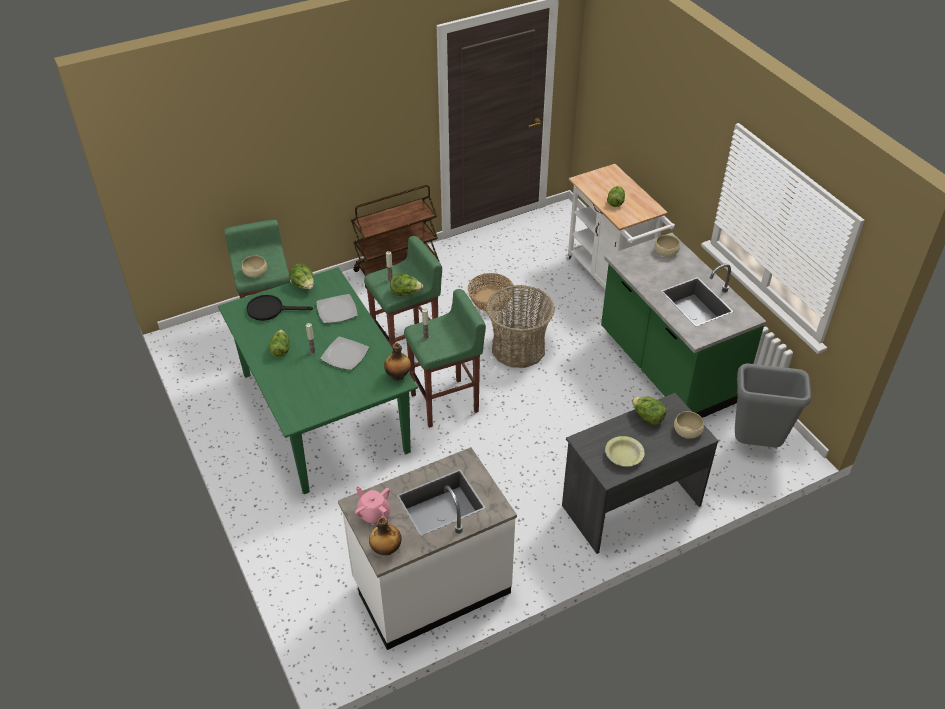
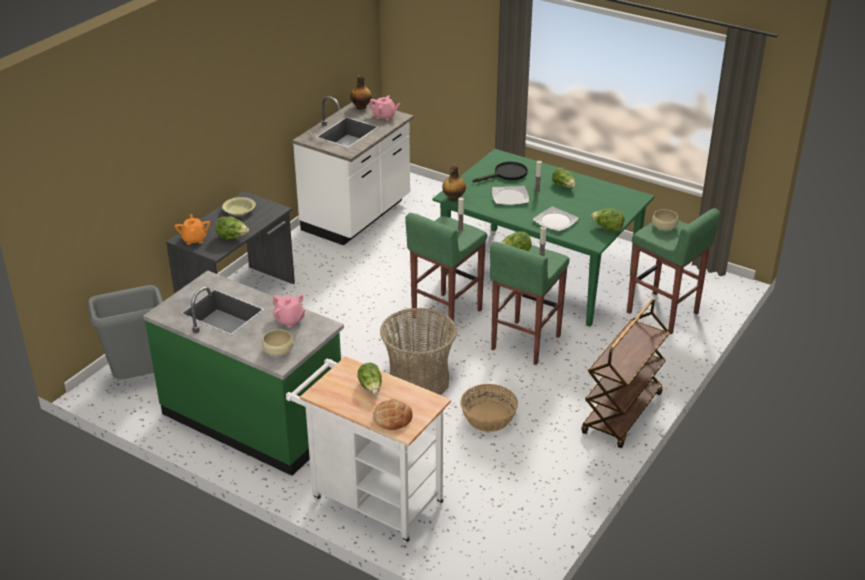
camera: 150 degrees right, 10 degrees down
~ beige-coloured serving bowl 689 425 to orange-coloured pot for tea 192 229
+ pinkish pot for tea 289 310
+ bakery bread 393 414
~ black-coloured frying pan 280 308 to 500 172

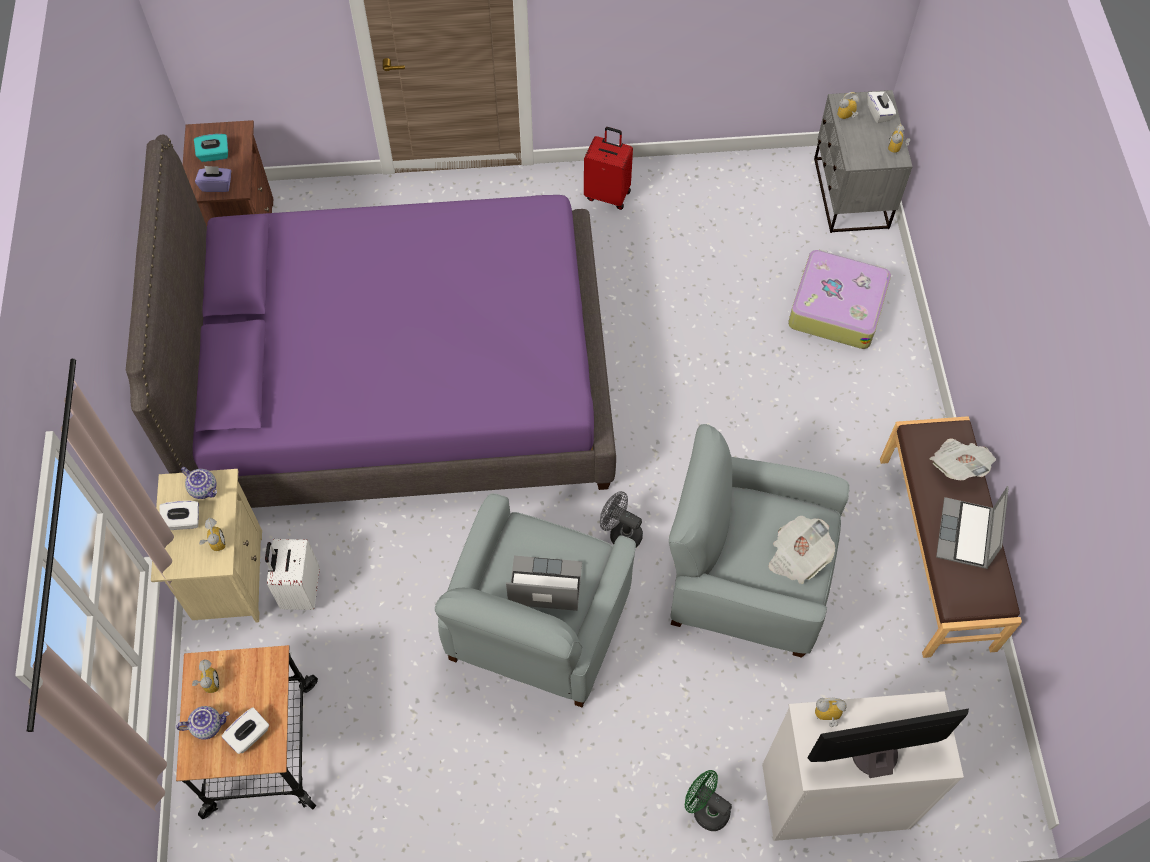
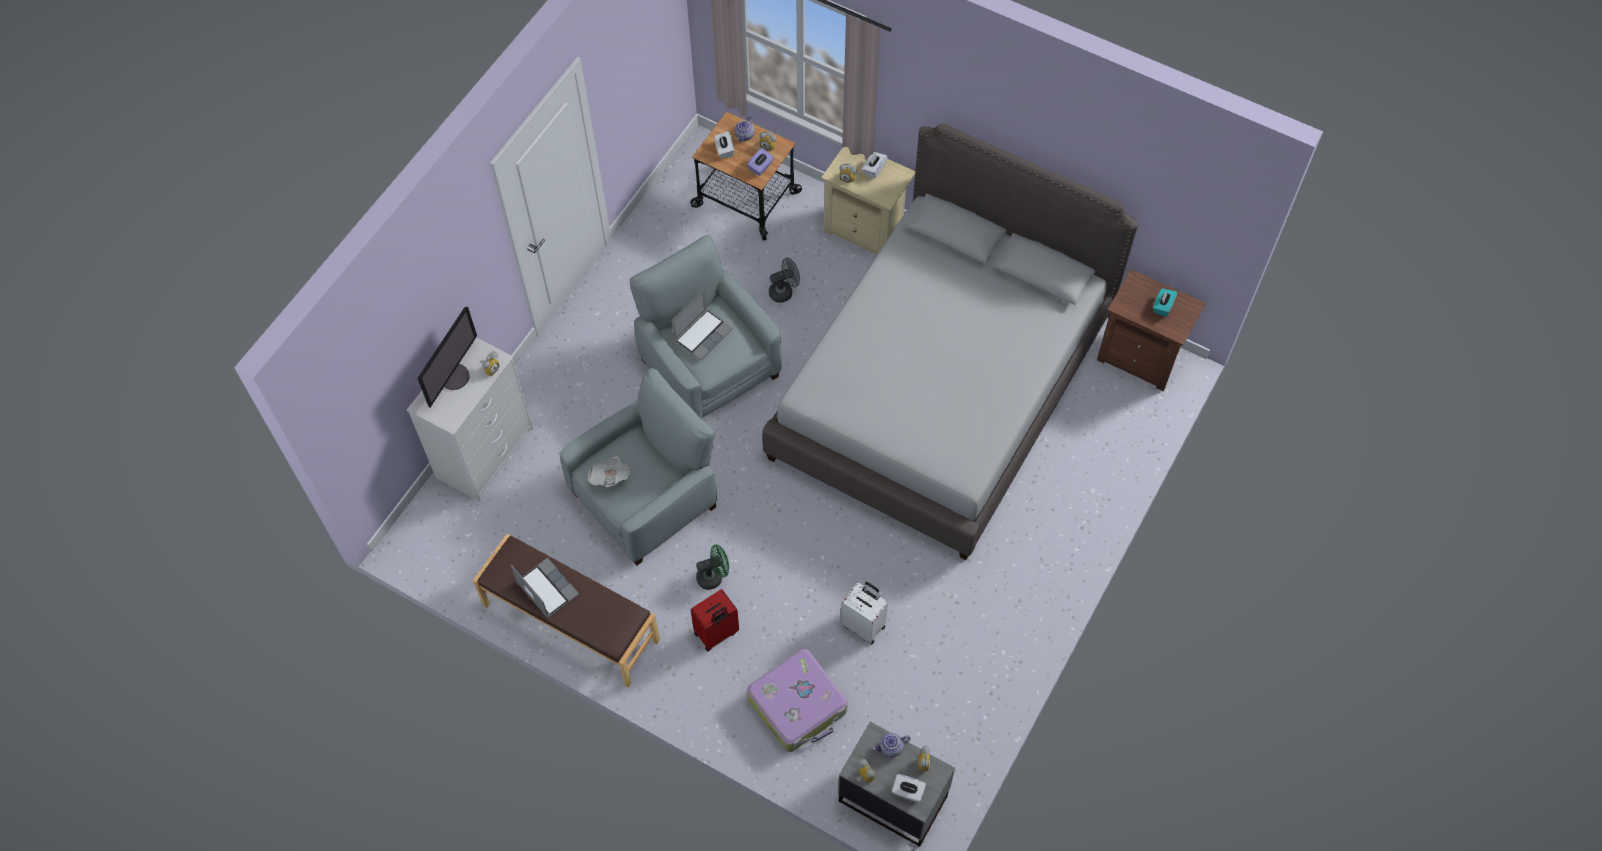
camera: 125 degrees right, 0 degrees up
~ red piece of luggage 608 168 to 715 620
~ greenish electric fan 708 800 to 712 567
~ purplish box of tissues 213 179 to 760 162
~ purplish bed 371 321 to grey bed 950 341
~ grey electric fan 621 519 to 784 280
~ whitish piece of luggage 292 574 to 864 613
~ pot for tea 199 483 to 892 744
- daily paper 962 459

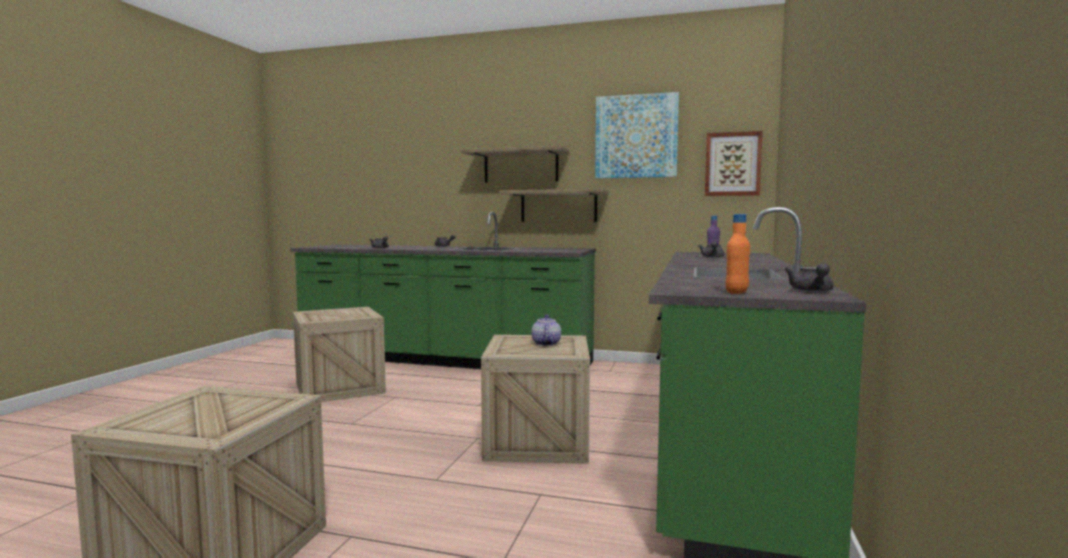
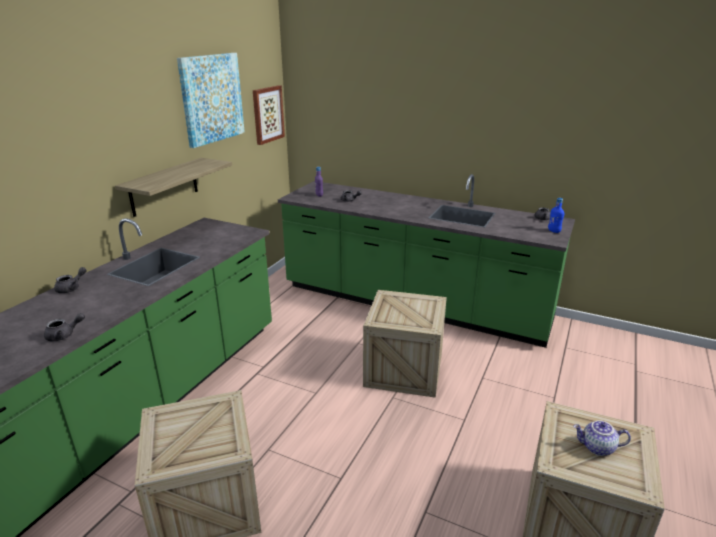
camera: 80 degrees left, 20 degrees up
~ orange-coloured drink bottle 737 254 to blue-coloured drink bottle 556 215
~ pot for tea 546 330 to 602 438
- bracket shelf 515 164

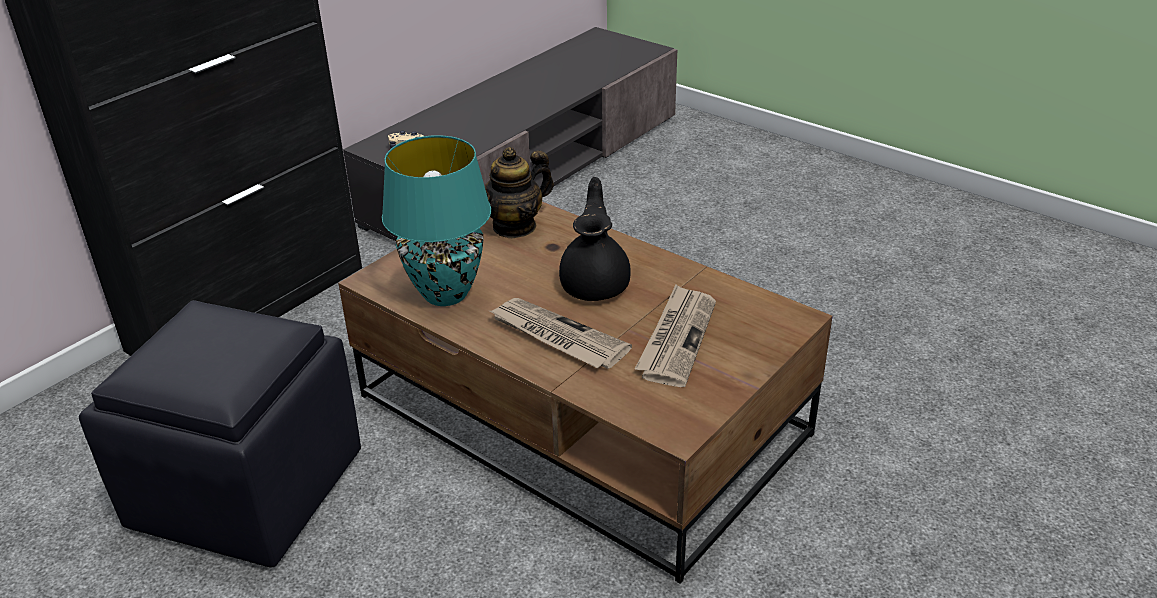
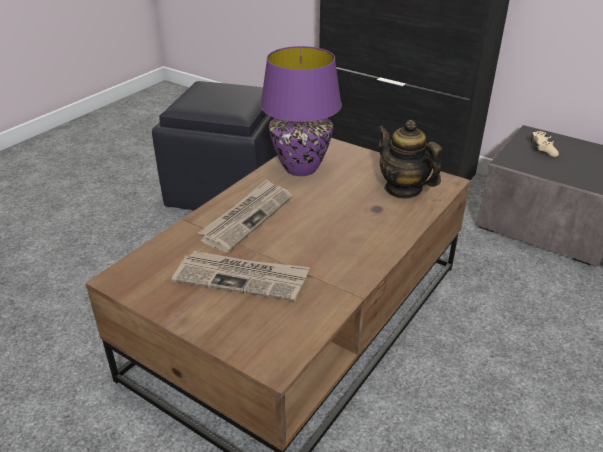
camera: 85 degrees right, 0 degrees up
~ turquoise lamp for a table 436 220 to purplish lamp for a table 301 111
- black-coloured pot for tea 595 239

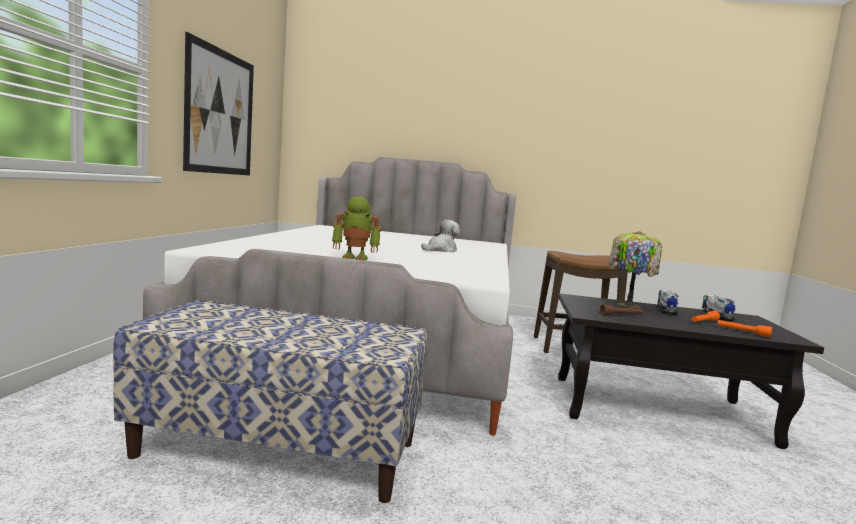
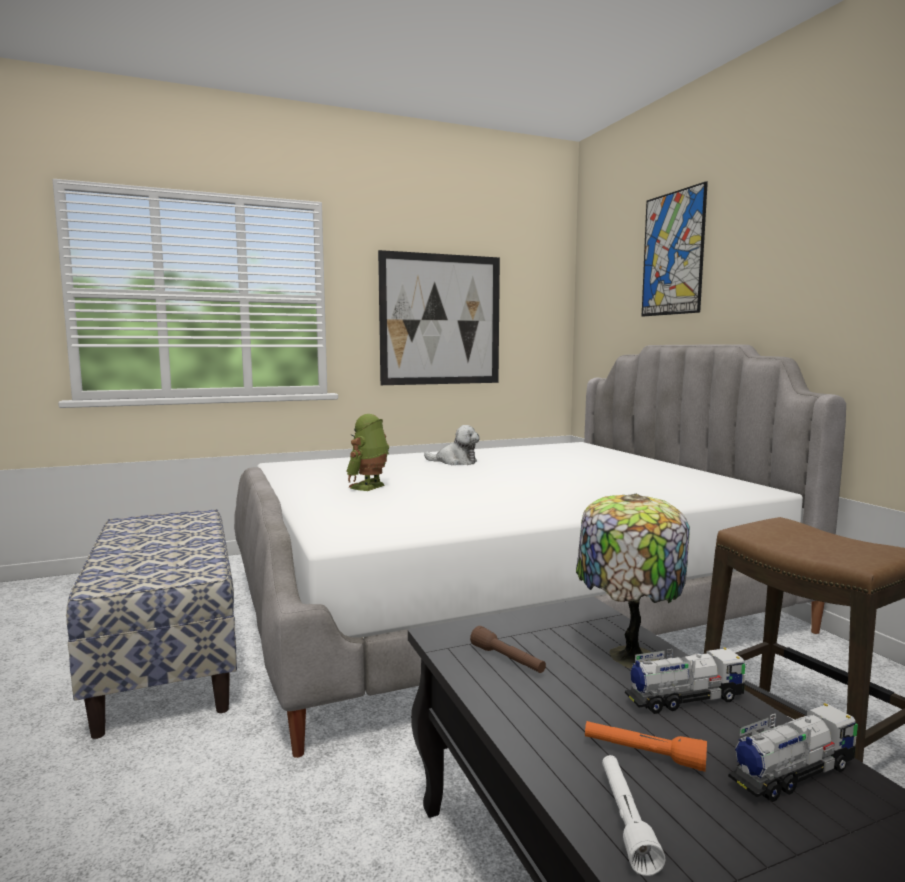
camera: 60 degrees right, 0 degrees up
~ model robot 357 228 = 367 452 60 degrees clockwise
~ plush toy 440 236 to 452 445
~ orange-coloured flashlight 744 329 to whitish flashlight 634 815
+ wall picture 675 249

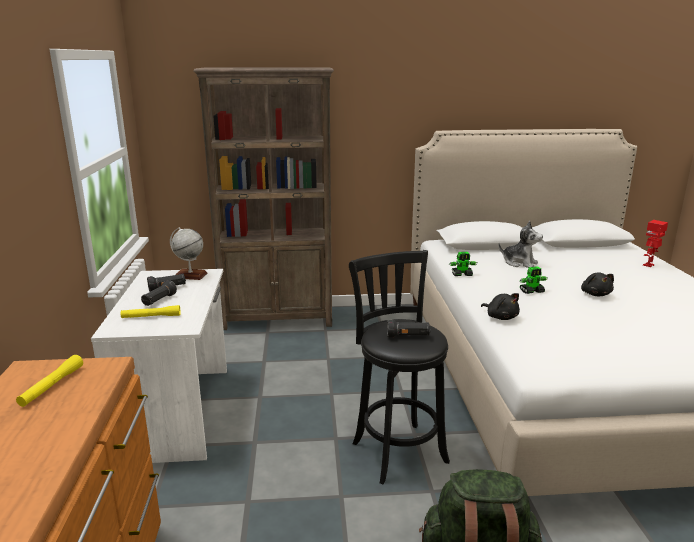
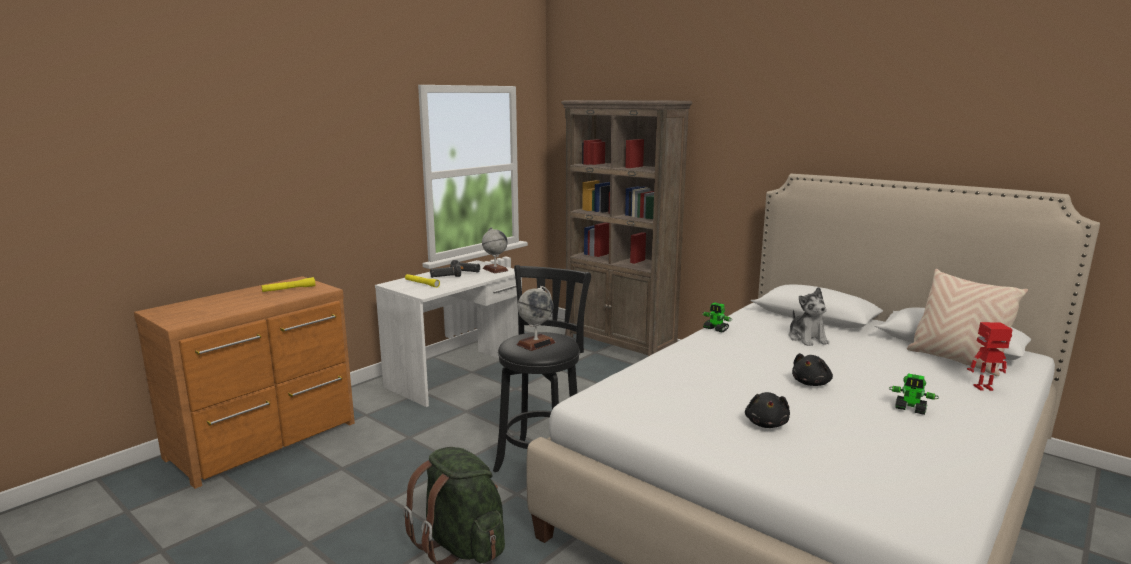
camera: 45 degrees right, 5 degrees down
~ black-coloured flashlight 408 328 to world globe 536 318
~ black-coloured plush toy 500 306 to 767 410
~ model robot 533 280 to 914 394
+ beige-coloured cushion 967 322

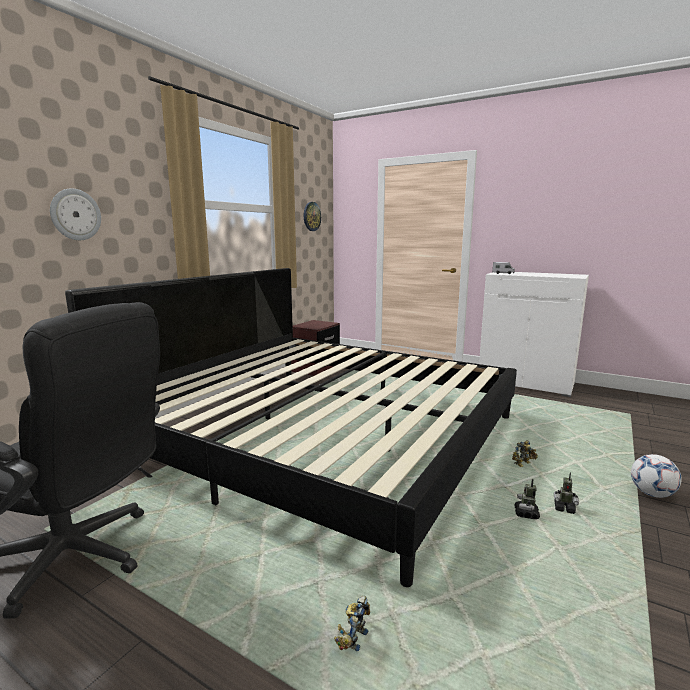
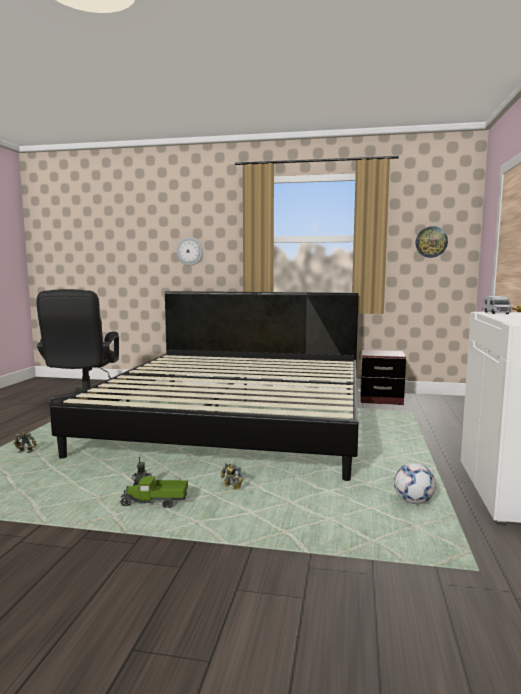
camera: 70 degrees right, 5 degrees down
~ model robot 566 493 to model truck 154 492
~ football ball 656 476 to 415 483

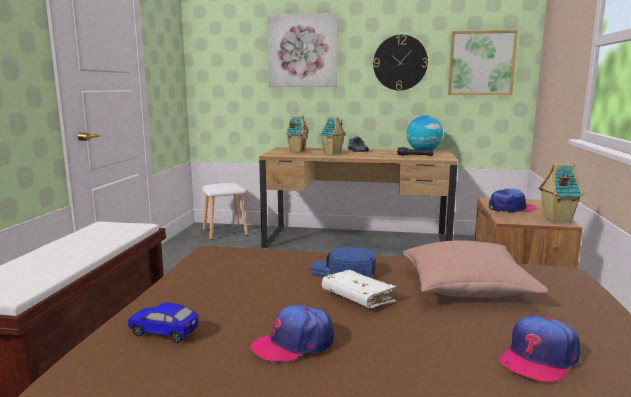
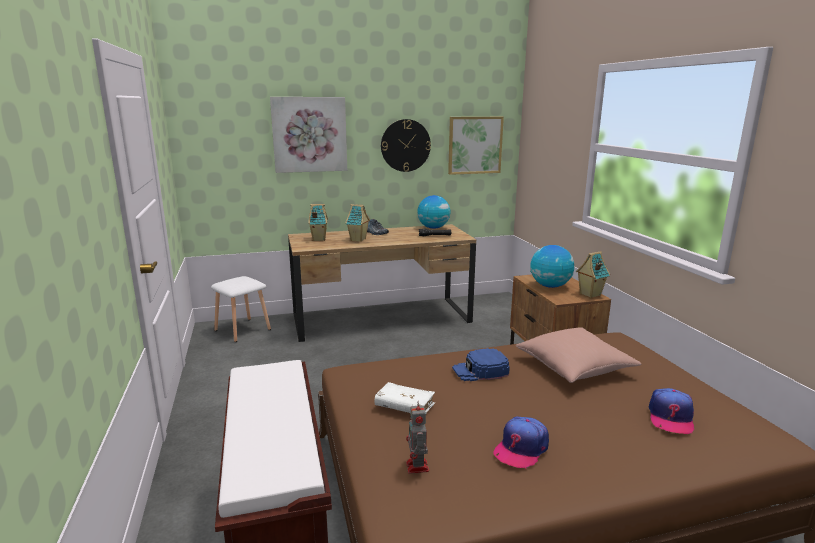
camera: 25 degrees left, 5 degrees up
~ whitish book 359 289 to 404 397
~ miniature car 163 323 to model robot 417 437
~ peaked cap 513 200 to world globe 552 266

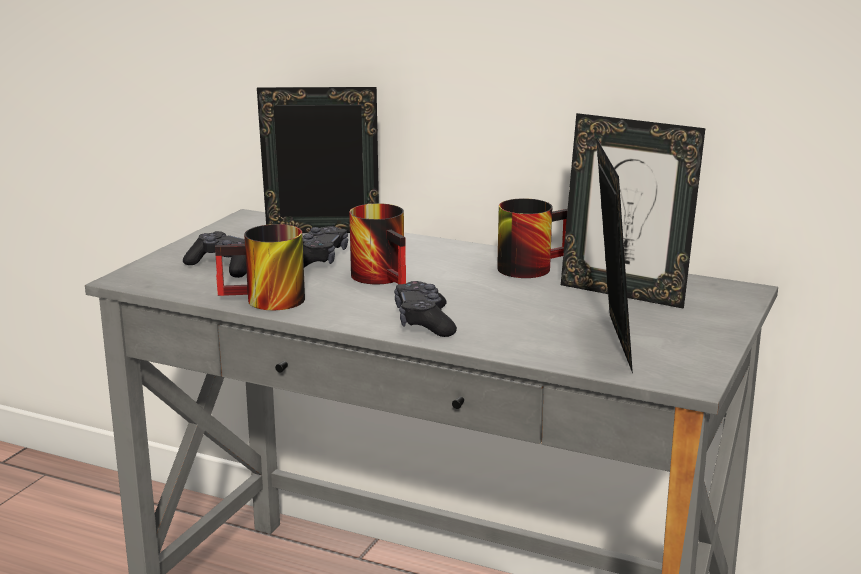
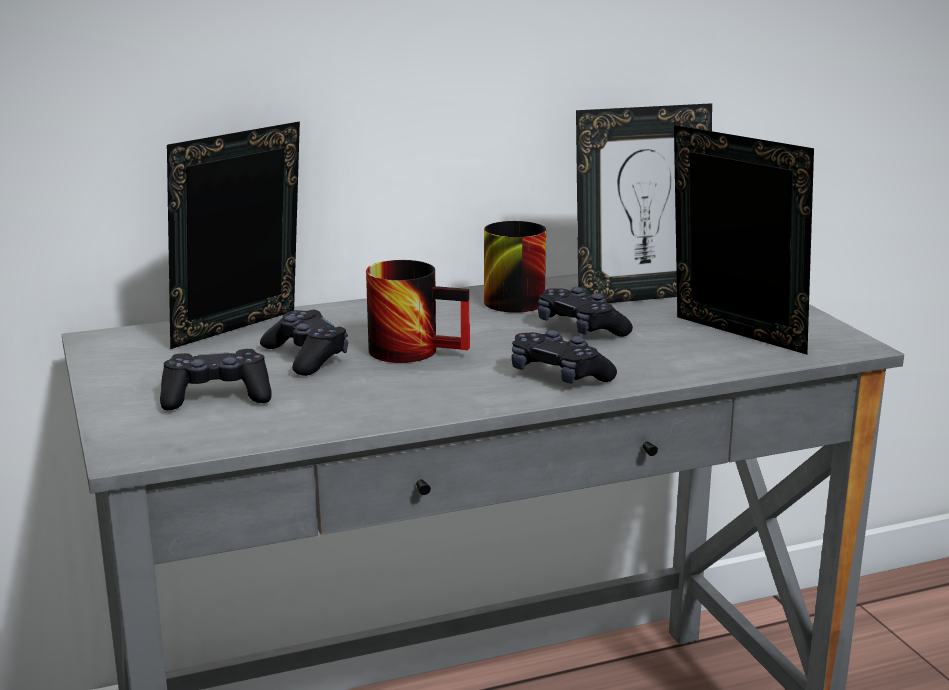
camera: 45 degrees left, 0 degrees up
+ black-coloured joypad 585 312
- tea mug 260 267

